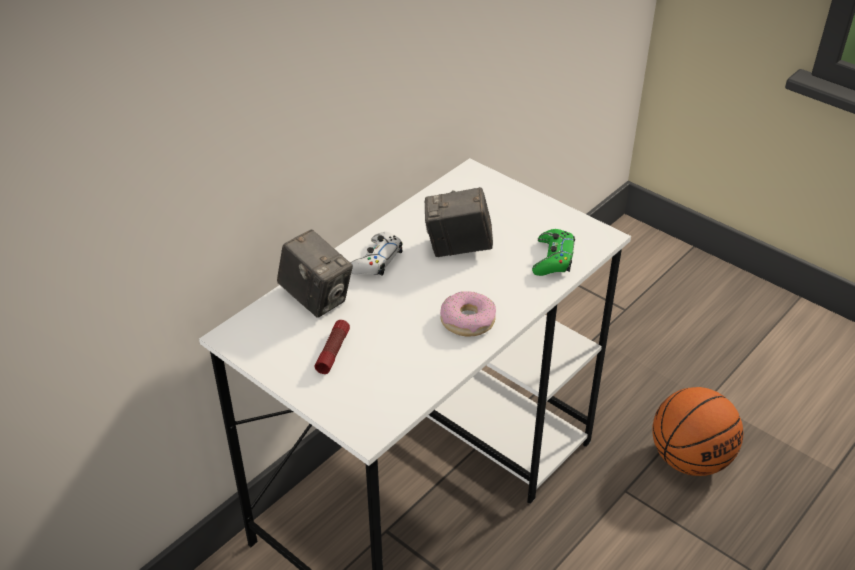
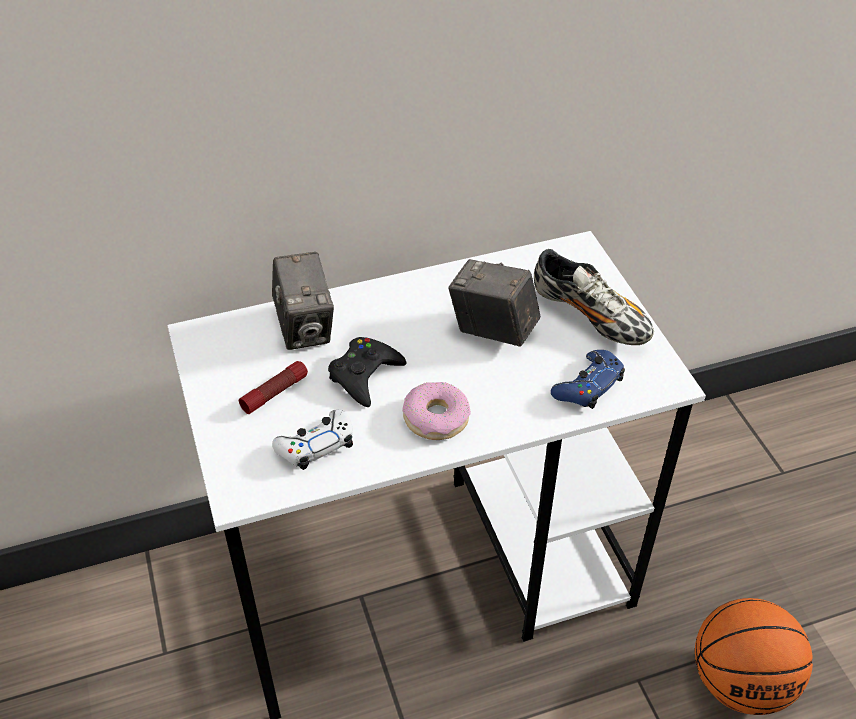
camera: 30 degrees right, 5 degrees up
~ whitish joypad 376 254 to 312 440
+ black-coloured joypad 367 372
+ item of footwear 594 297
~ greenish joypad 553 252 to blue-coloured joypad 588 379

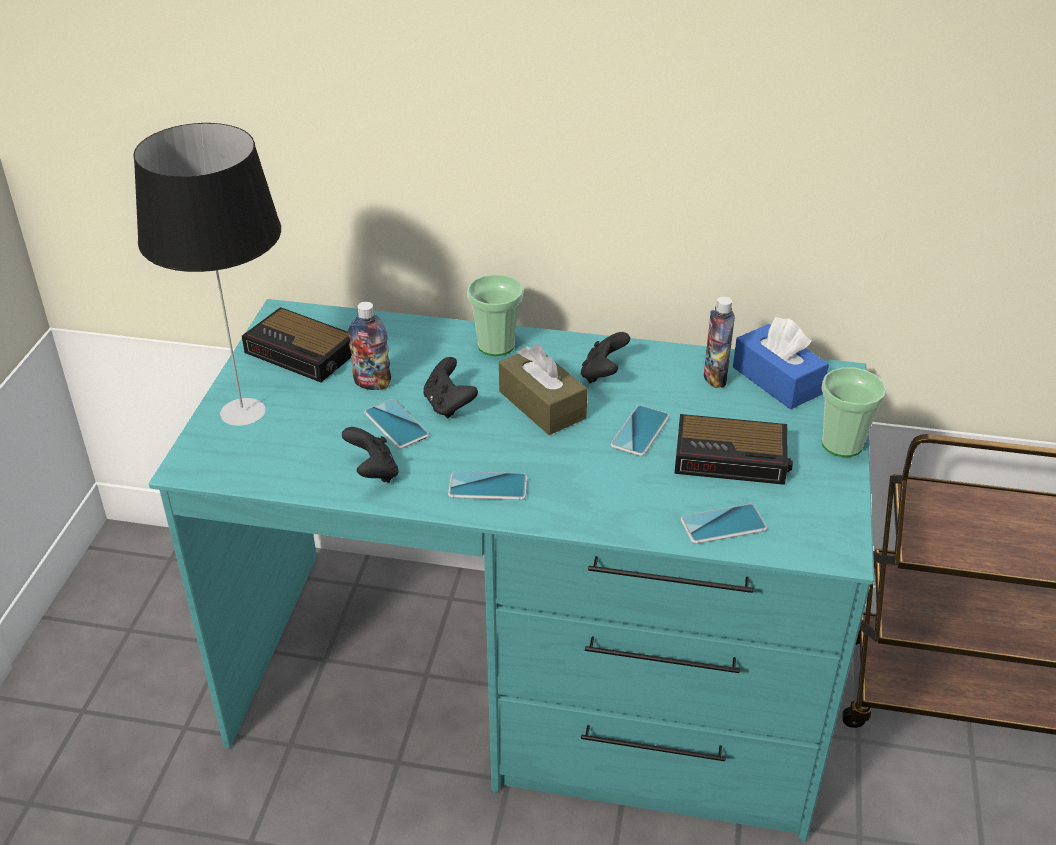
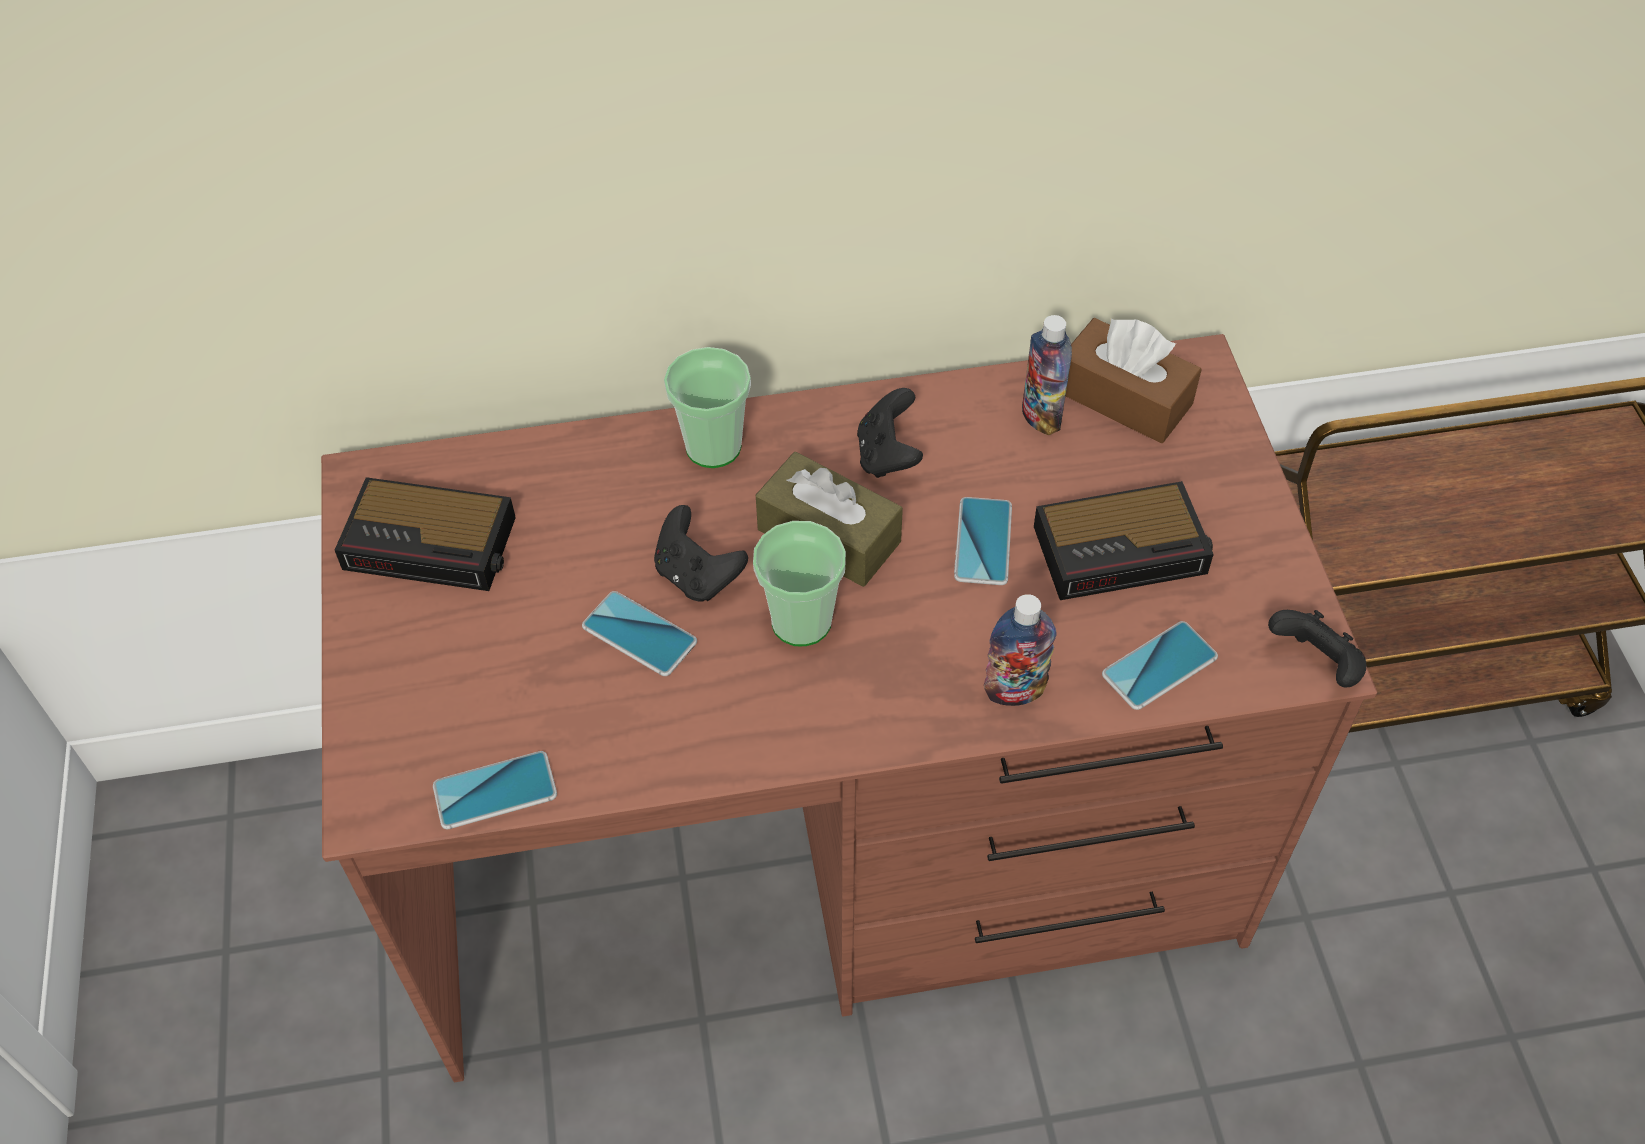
camera: 20 degrees left, 15 degrees up
~ turquoise desk 511 570 to brownish desk 849 708
~ telephone 487 485 to 495 790
~ small cup 854 412 to 799 583
~ drink bottle 369 346 to 1020 650
~ blue-coloured box of tissues 781 363 to brownish box of tissues 1134 380
~ black-coloured joypad 370 455 to 1317 649
- lamp for a table 207 274

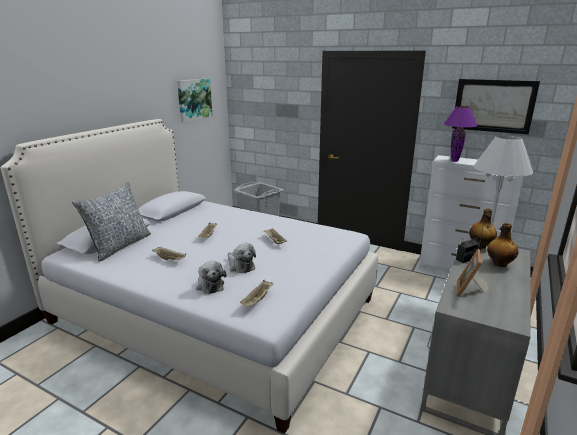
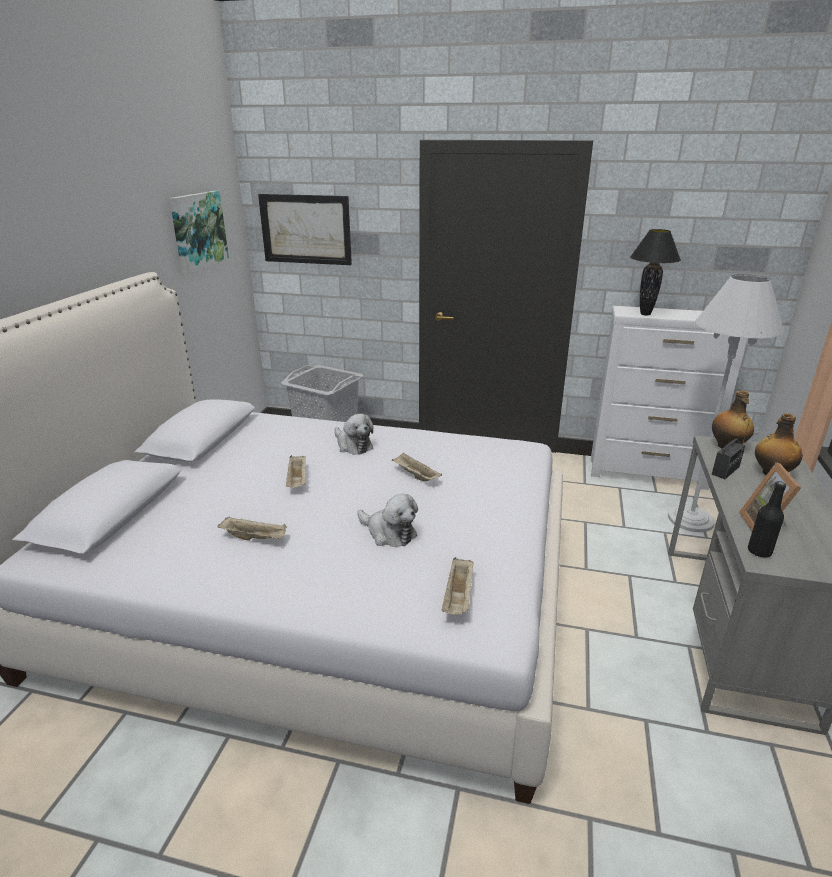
camera: 15 degrees left, 5 degrees up
~ wall picture 496 106 to 305 229
~ plush toy 211 277 to 353 434
~ purplish lamp for a table 460 134 to black-coloured lamp for a table 655 272
+ black-coloured drink bottle 767 519
- cushion 111 221

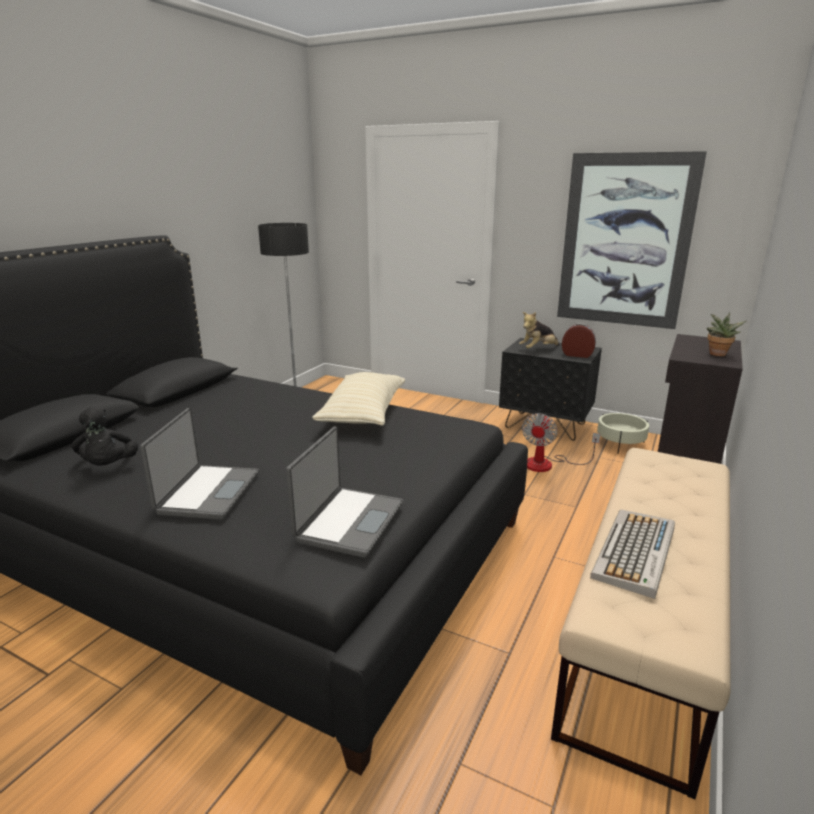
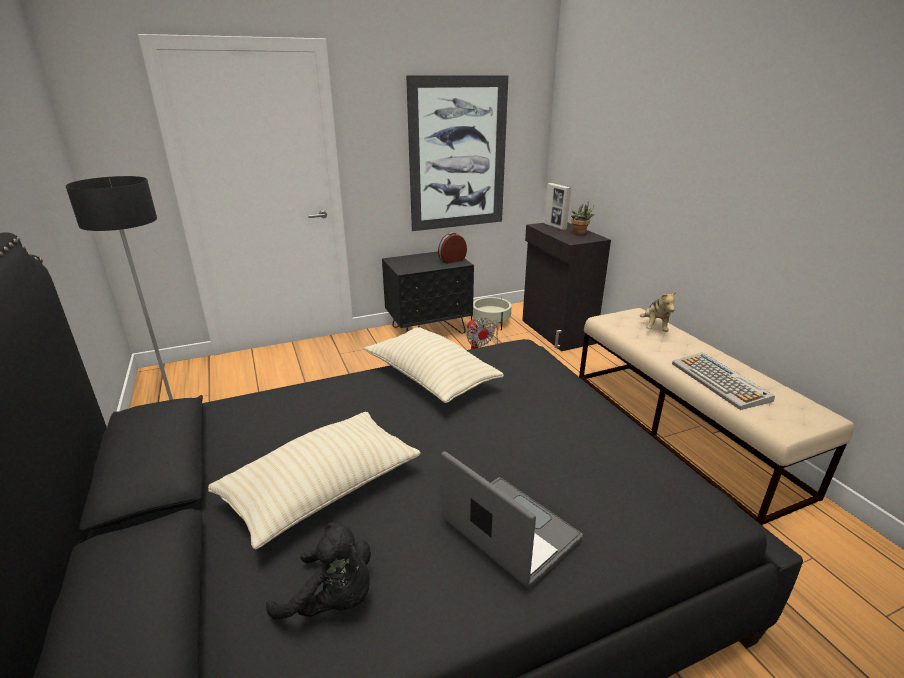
camera: 50 degrees left, 5 degrees up
+ beige-coloured cushion 314 481
+ photo frame 557 206
~ plush toy 539 330 to 658 311
- portable computer 344 492

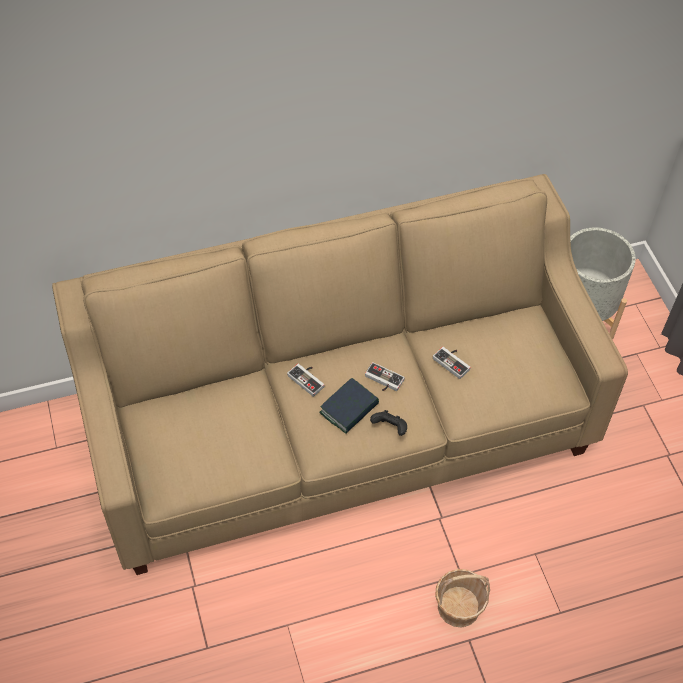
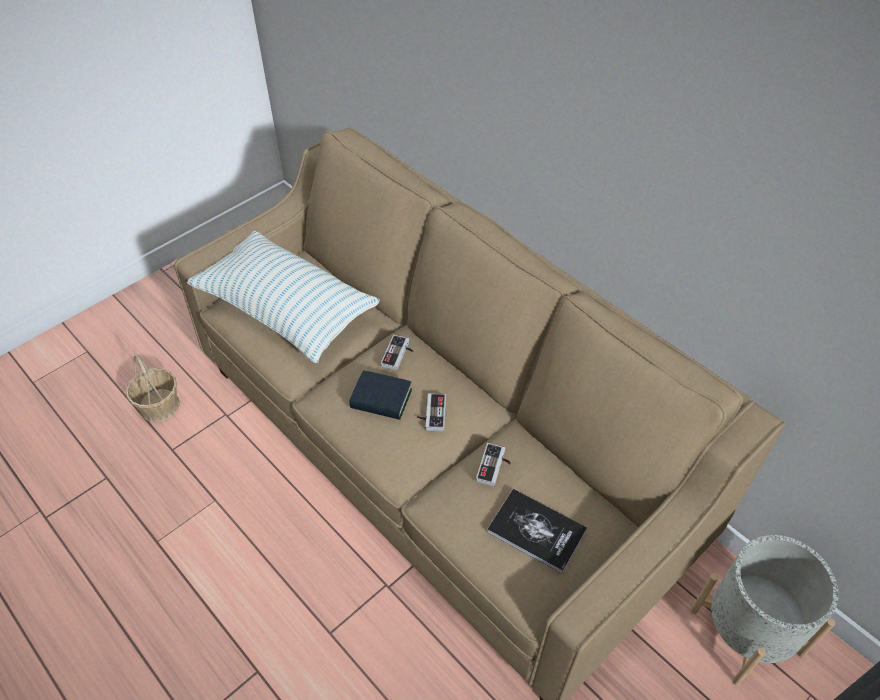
camera: 65 degrees right, 5 degrees down
~ basket 462 598 to 153 388
+ cushion 283 297
+ book 537 531
- black-coloured joypad 388 423

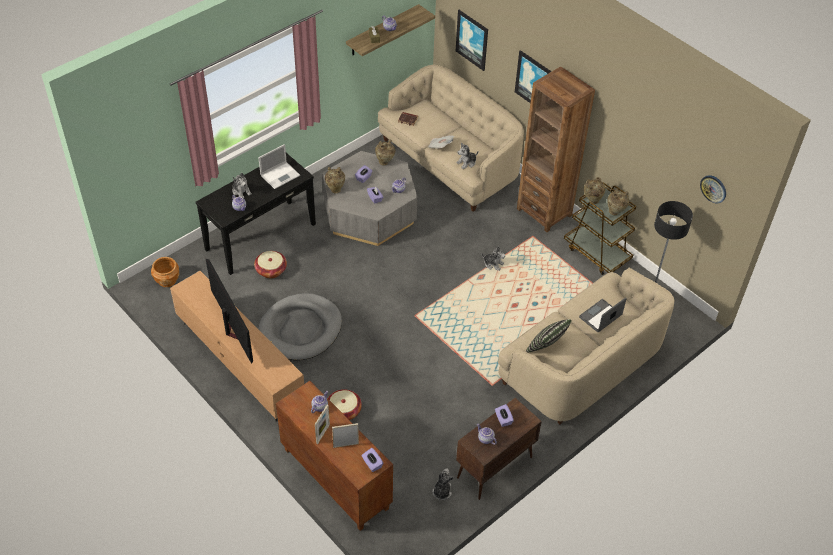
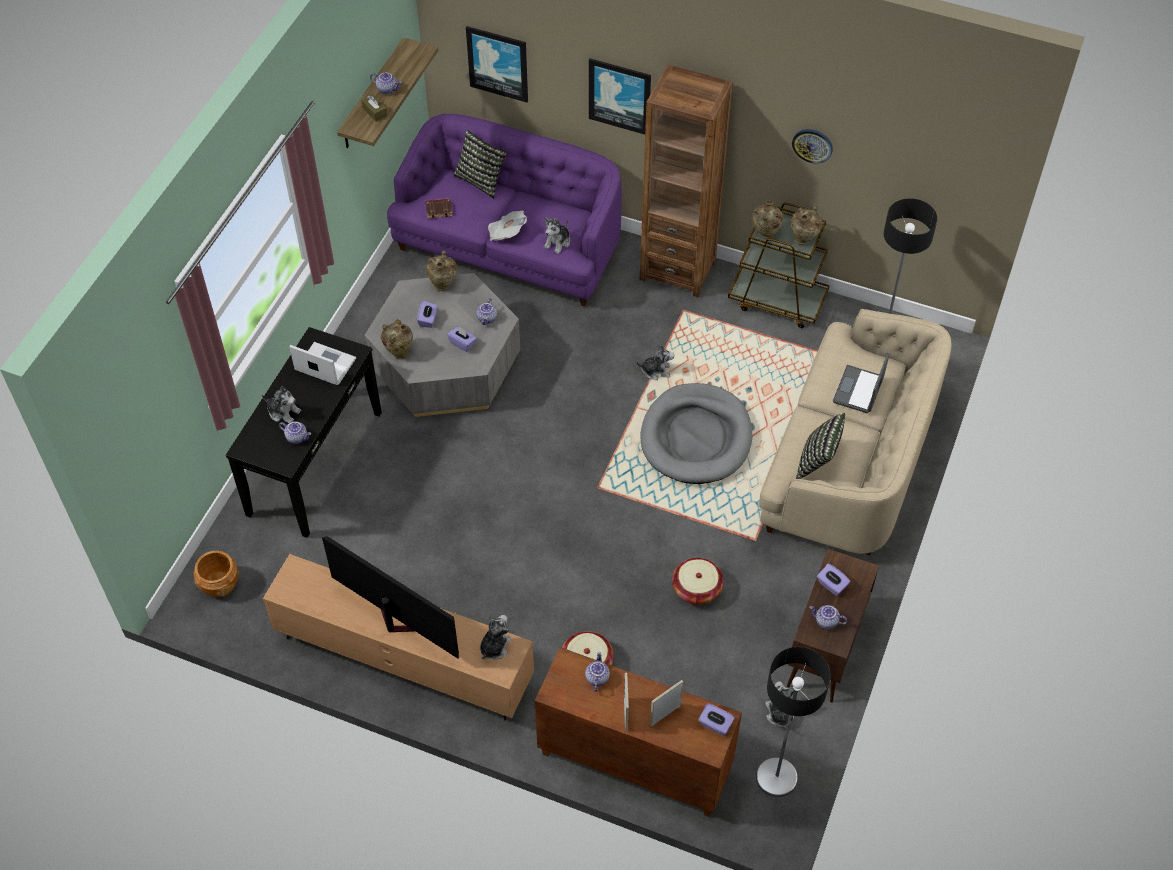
camera: 25 degrees left, 5 degrees up
~ portable computer 279 166 = 322 363 90 degrees counterclockwise
~ beige-coloured sofa 451 138 to purplish sofa 504 210
+ cushion 480 164
+ plush toy 496 637
~ grey dog bed 300 326 to 696 433
~ basket 270 264 to 698 581
+ standard lamp 793 722
~ hanging clock 713 189 to 812 146

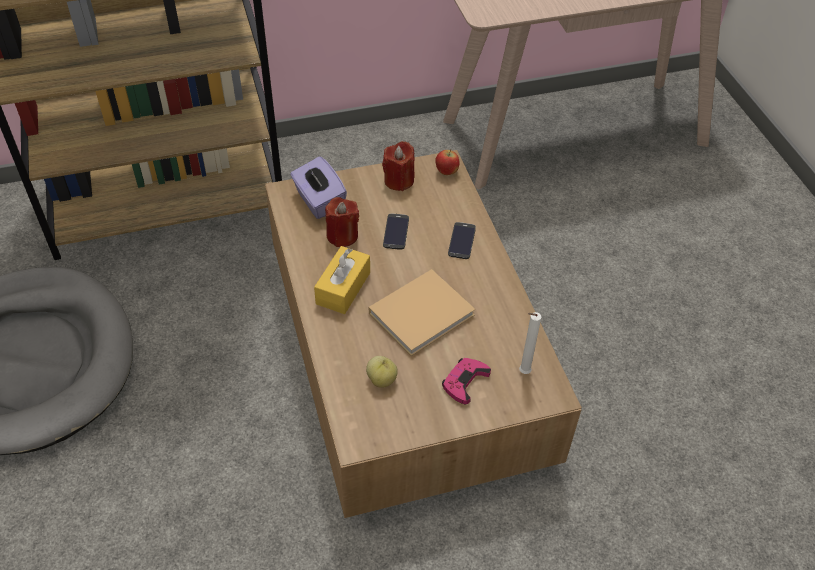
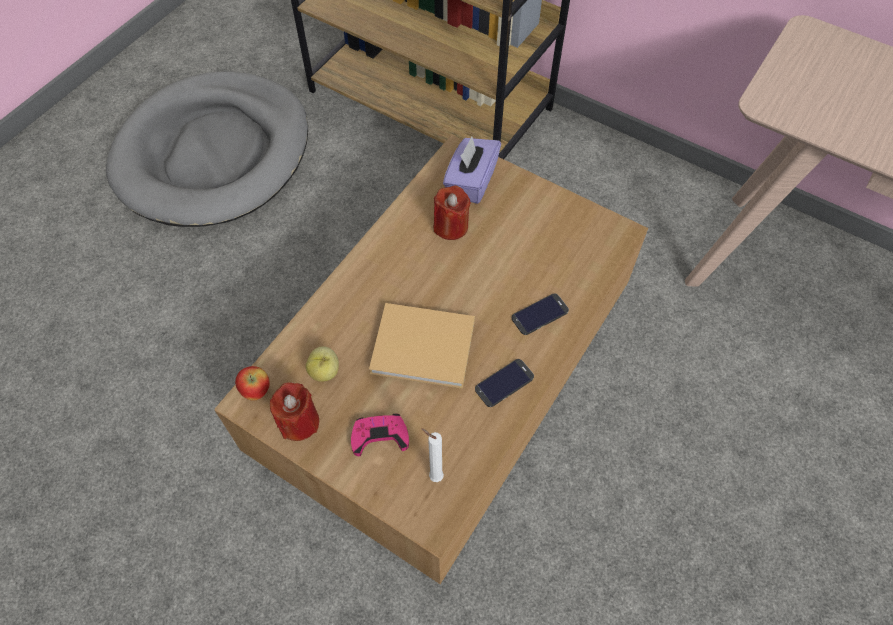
camera: 50 degrees right, 10 degrees up
~ apple 447 162 to 252 383
~ red wax candle 398 166 to 294 411
~ telephone 396 232 to 504 383
- yellow box of tissues 342 280

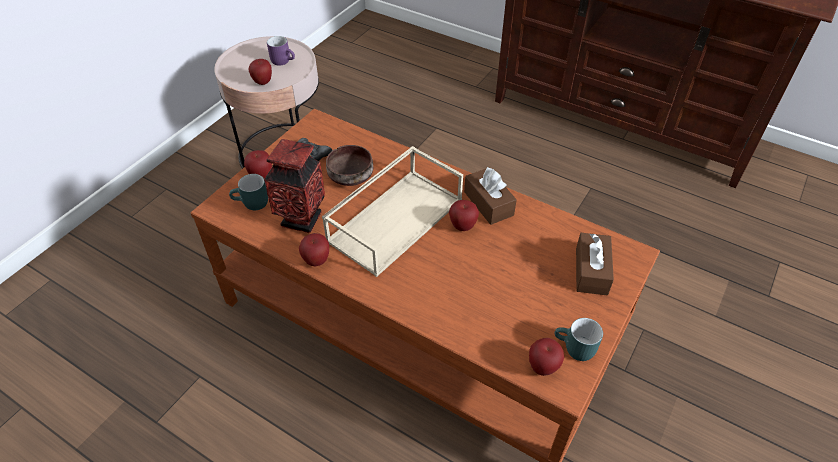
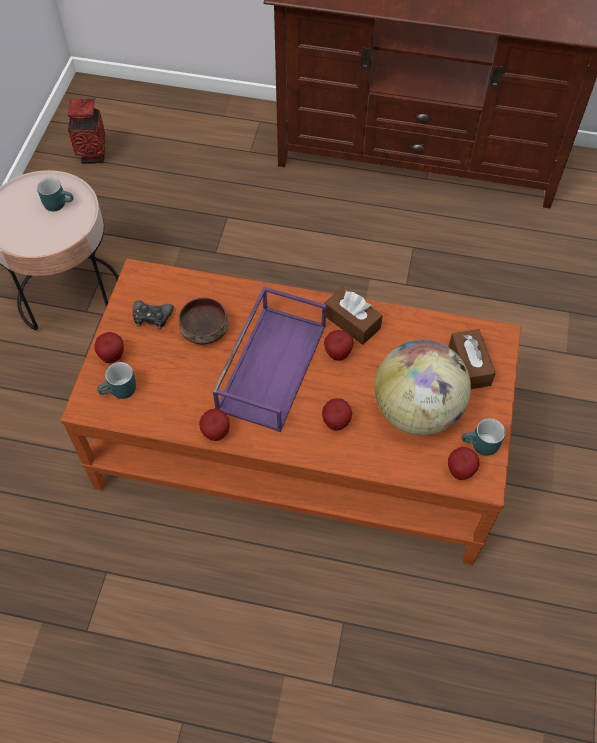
camera: 20 degrees left, 10 degrees up
~ purplish tea mug 281 50 to turquoise tea mug 55 194
~ decorative vase 294 186 to 86 131
~ beige-coloured tray 392 211 to purplish tray 269 359
~ apple 260 72 to 337 414
+ world globe 423 387

